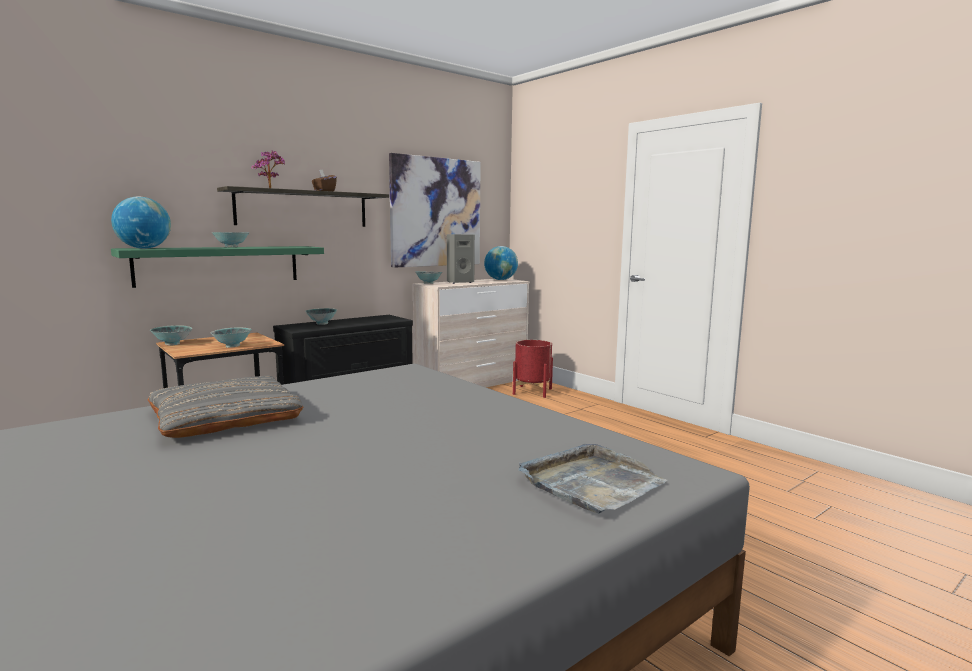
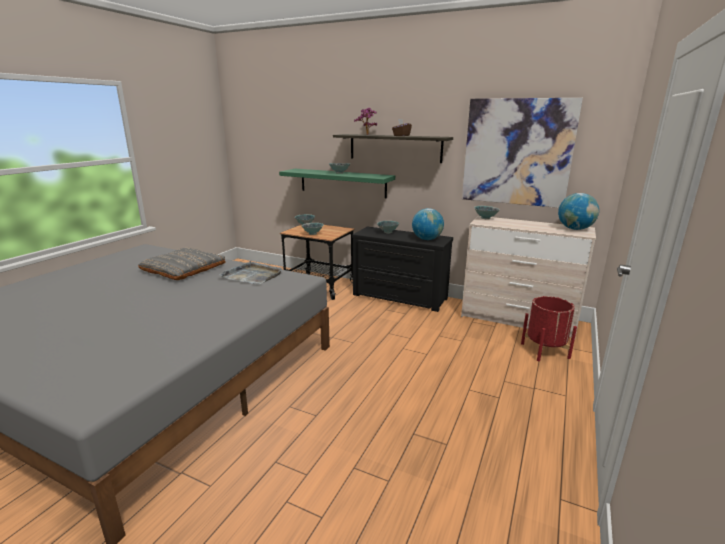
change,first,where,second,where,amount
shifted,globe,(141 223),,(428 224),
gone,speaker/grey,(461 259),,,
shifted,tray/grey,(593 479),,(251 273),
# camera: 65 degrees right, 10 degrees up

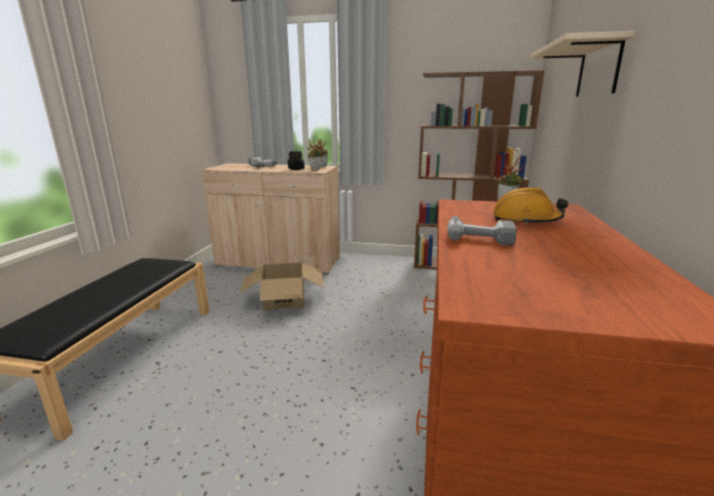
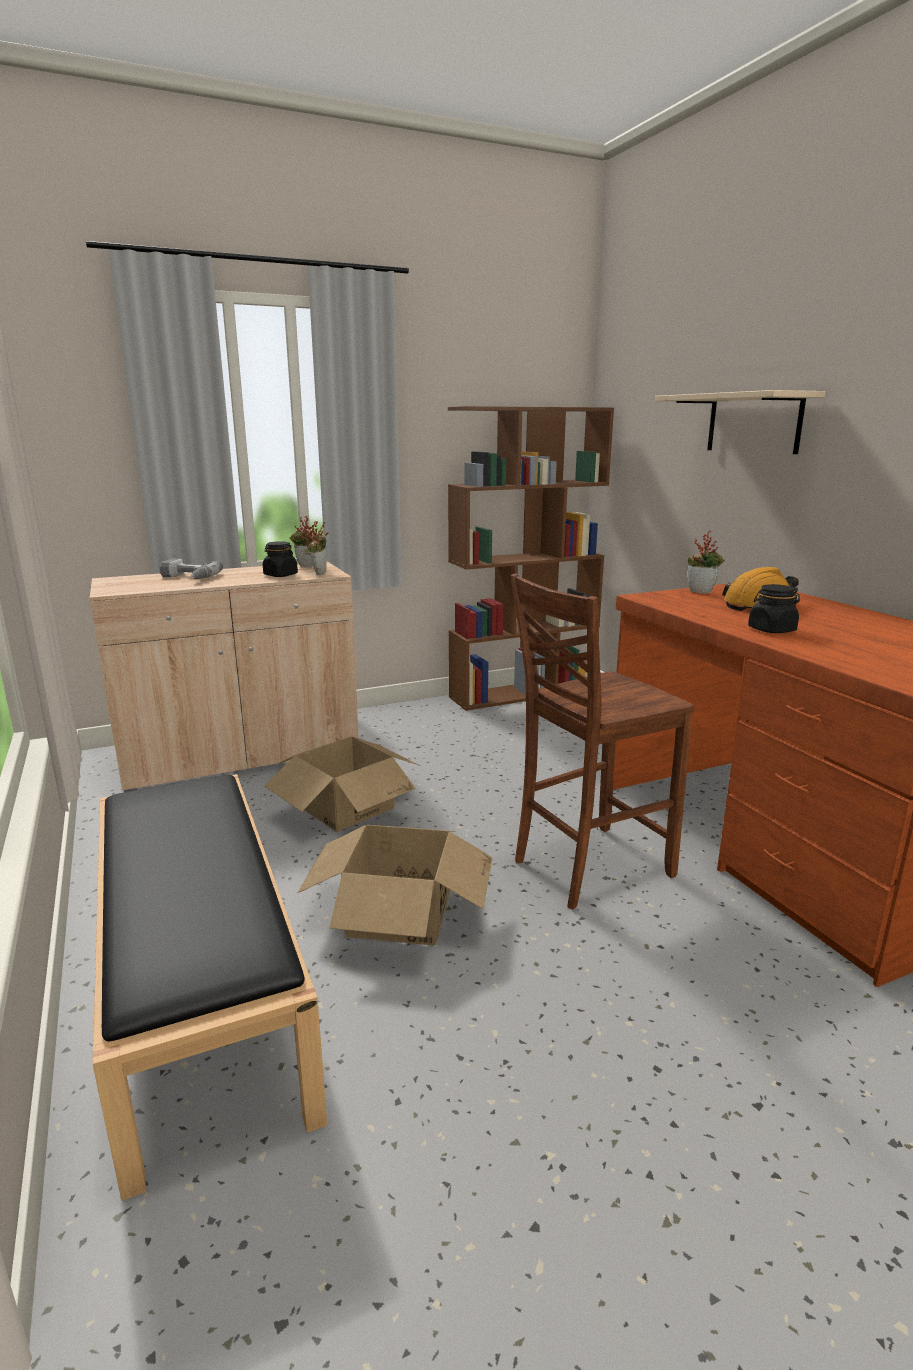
change,first,where,second,where,amount
swapped,power drill,(482 231),jar/black,(773 608),
new,,,cardboard box,(395 885),
new,,,chair/brown,(602 742),
# camera: 35 degrees left, 0 degrees up

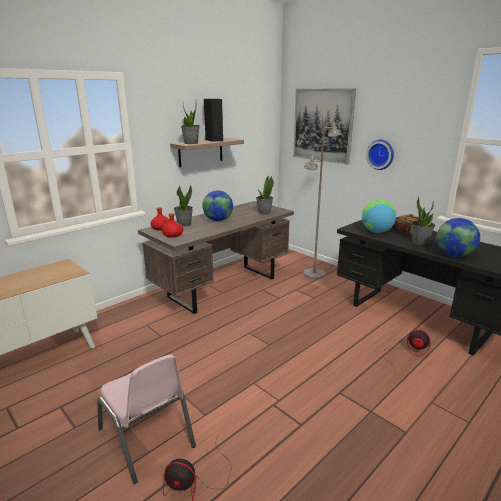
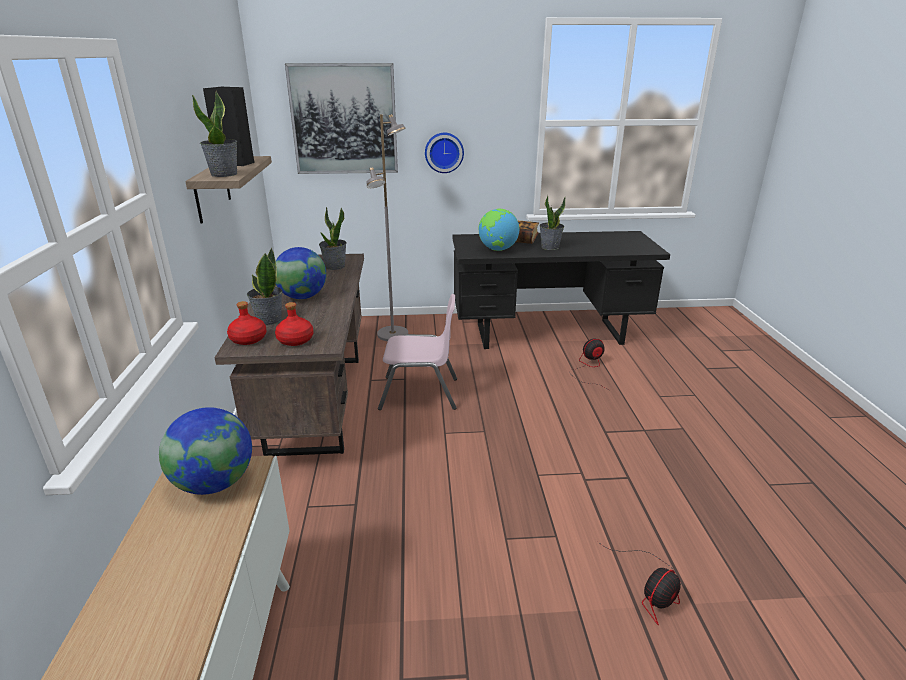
change,first,where,second,where,amount
shifted,chair/pink,(146 419),,(417 352),
shifted,globe,(458 237),,(205 451),
# camera: 50 degrees left, 5 degrees up

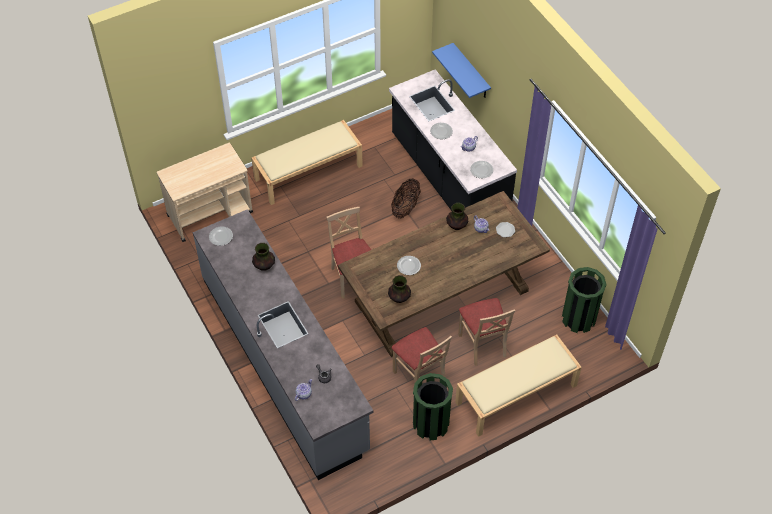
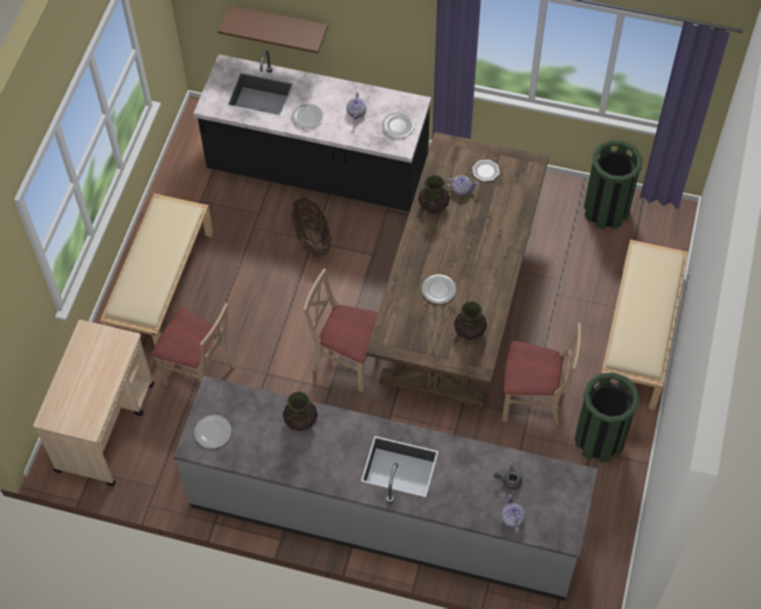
change,first,where,second,where,amount
repainted,shelf/blue,(461 70),shelf/brown,(272 29),
shifted,chair/beige,(486 332),,(194 344),
# camera: 45 degrees left, 5 degrees up

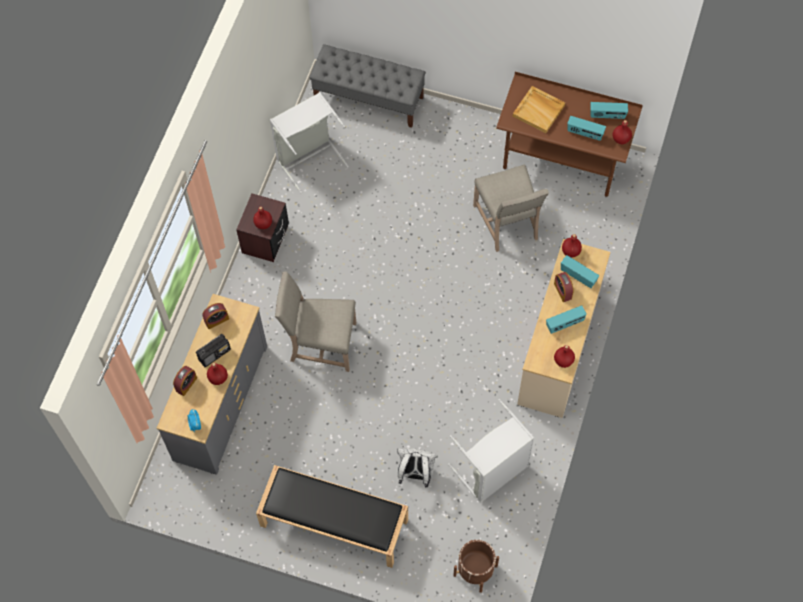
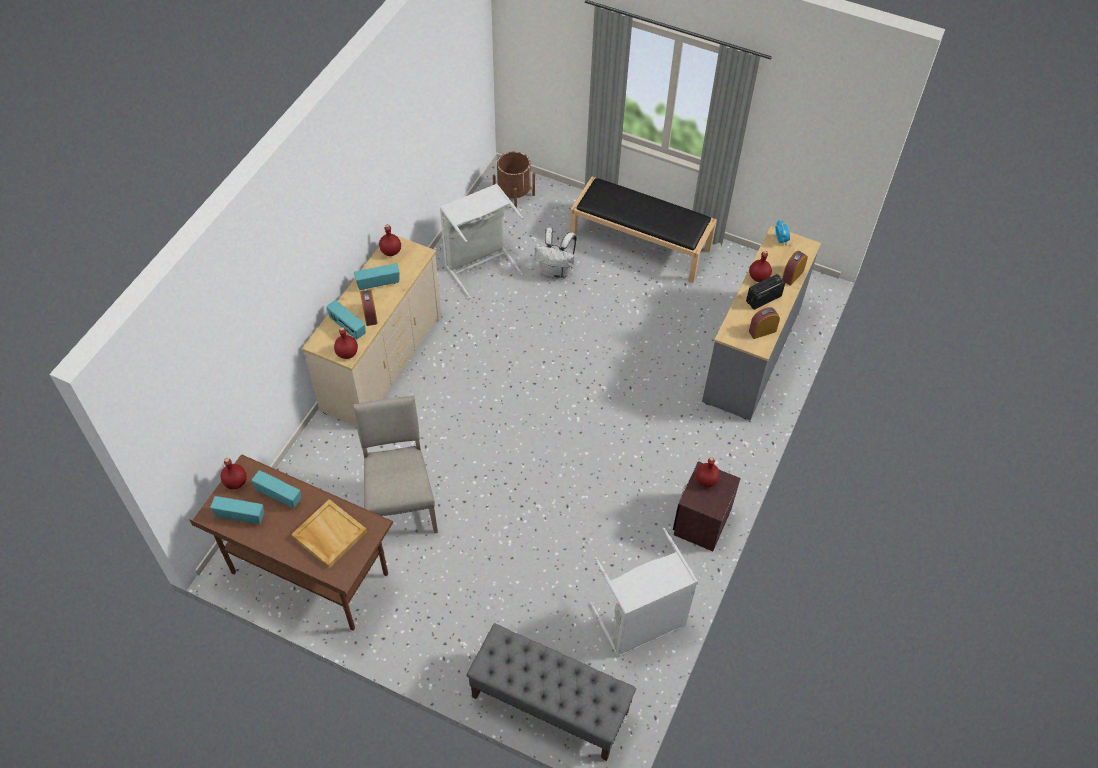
change,first,where,second,where,amount
gone,chair/beige,(315 321),,,
# camera: 175 degrees left, 10 degrees down

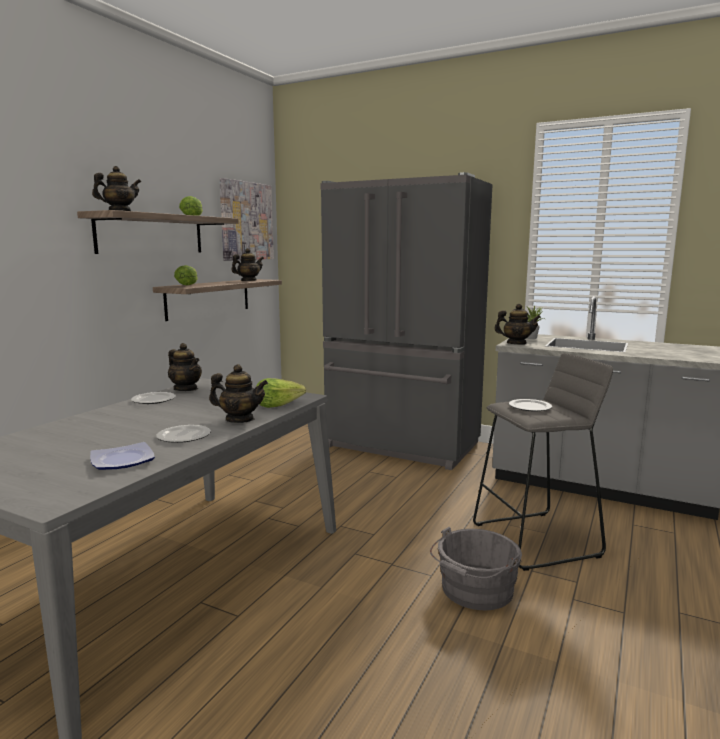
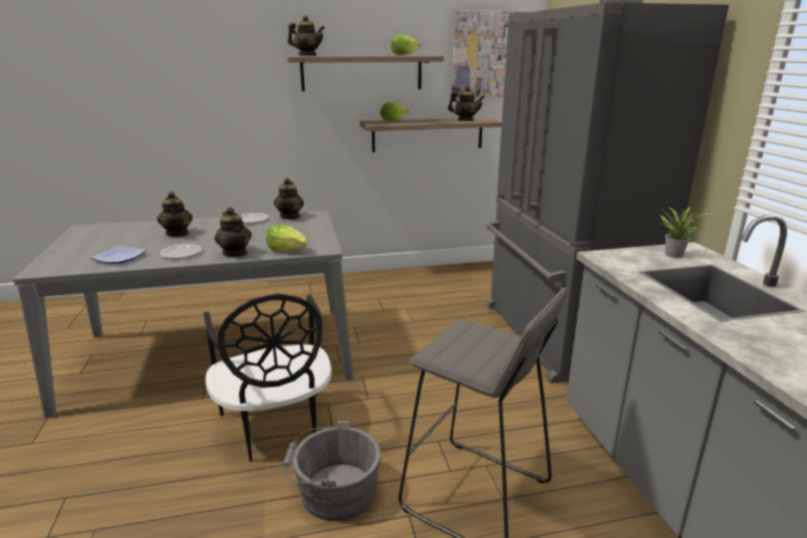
change,first,where,second,where,amount
shifted,teapot,(517 324),,(175 214),
gone,plate,(530 405),,,
new,,,chair/black,(267 377),
# camera: 50 degrees right, 10 degrees up

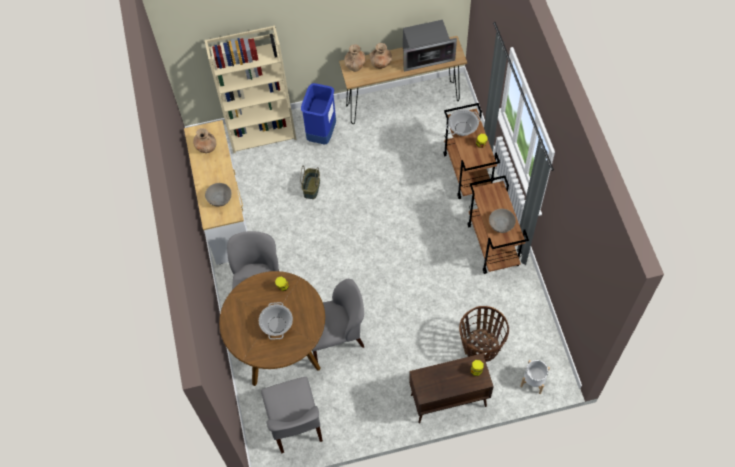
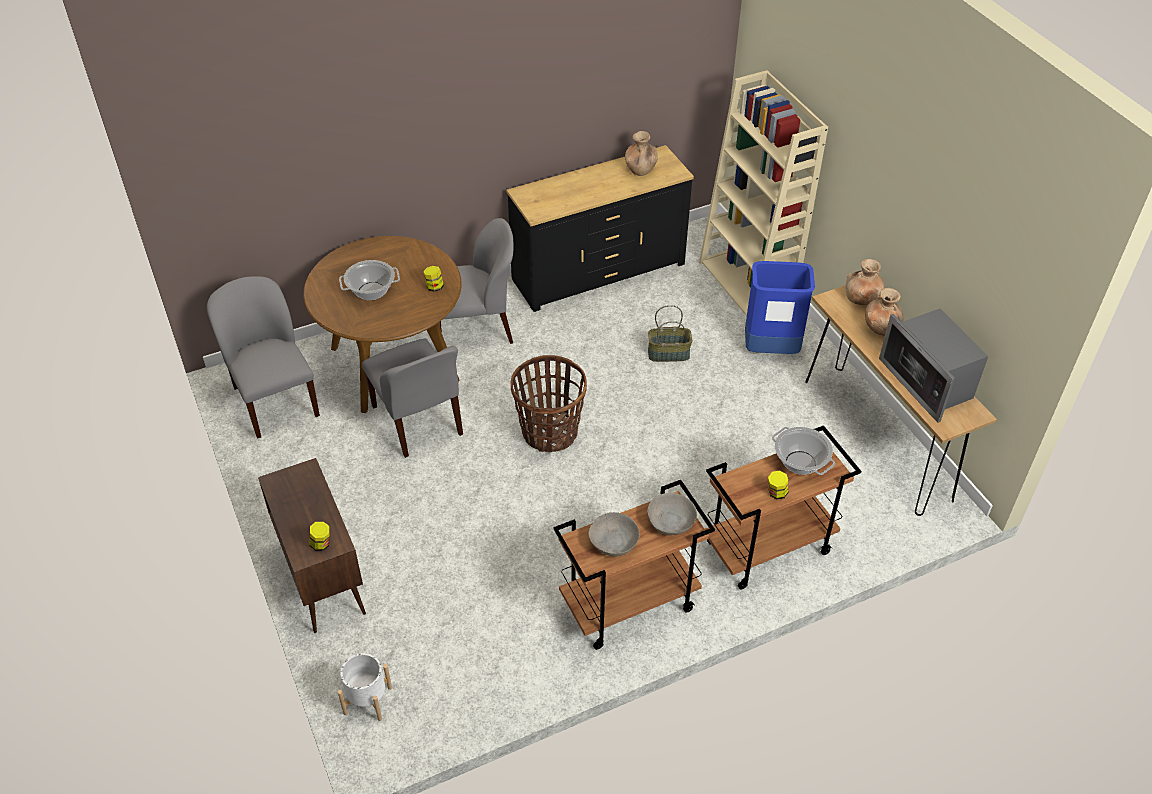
change,first,where,second,where,amount
repainted,dresser/white,(215 192),dresser/black,(600 228),
shifted,bowl/grey,(218 195),,(672 514),
rotated,chair/grey,(292 415),,(263 357),90 degrees clockwise
shifted,basket,(484 334),,(548 404),
# camera: 75 degrees right, 15 degrees down

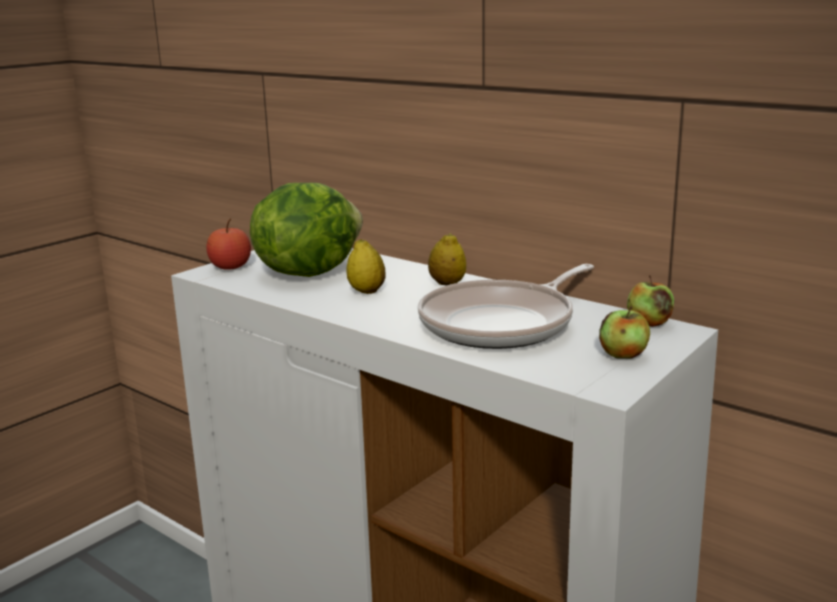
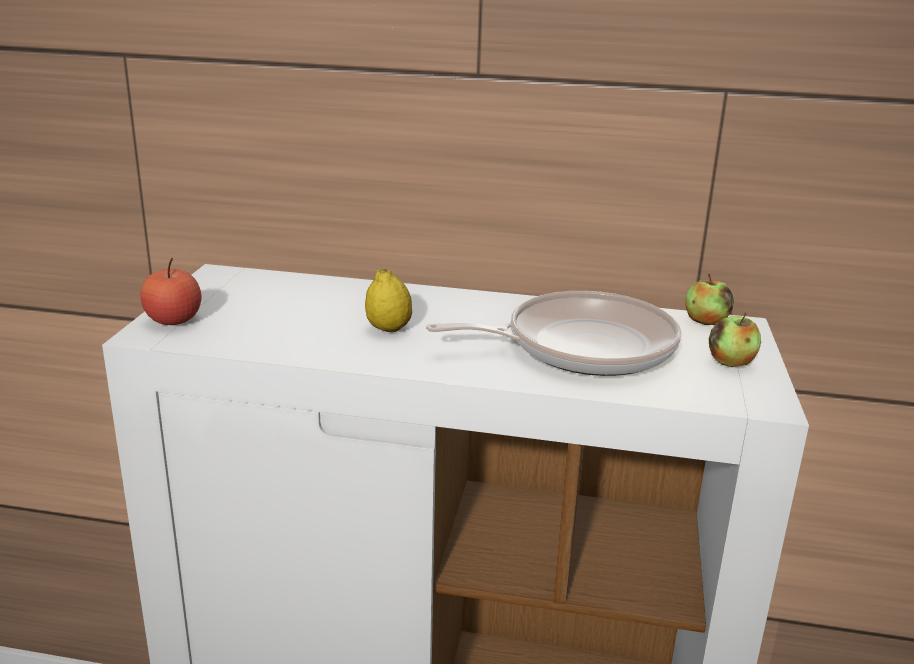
change,first,where,second,where,amount
gone,lettuce,(306 230),,,
rotated,frying pan,(506 306),,(553 333),120 degrees counterclockwise
gone,lemon,(447 259),,,
# camera: 30 degrees left, 5 degrees up

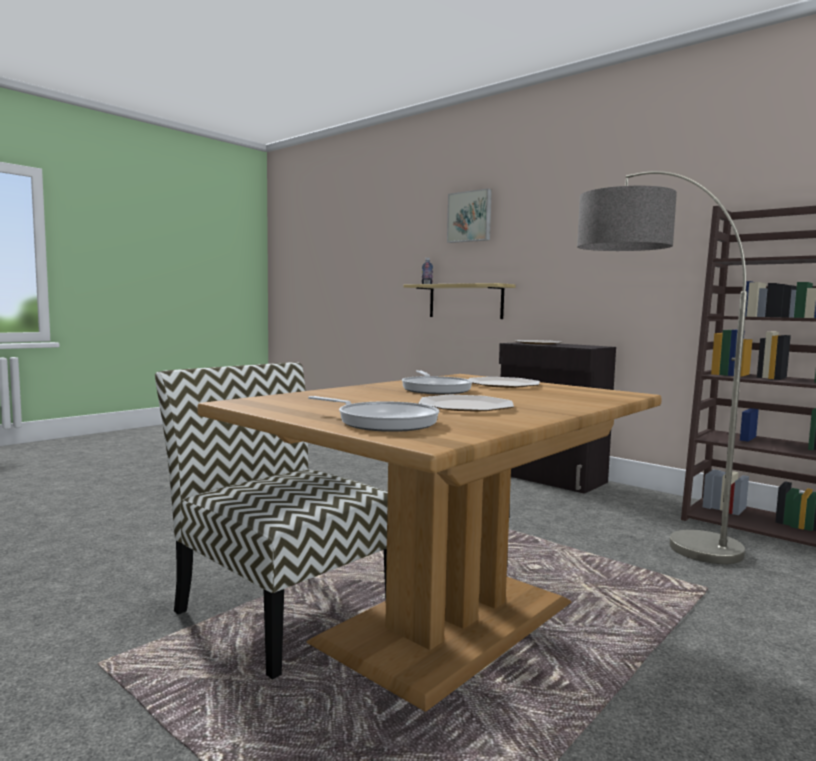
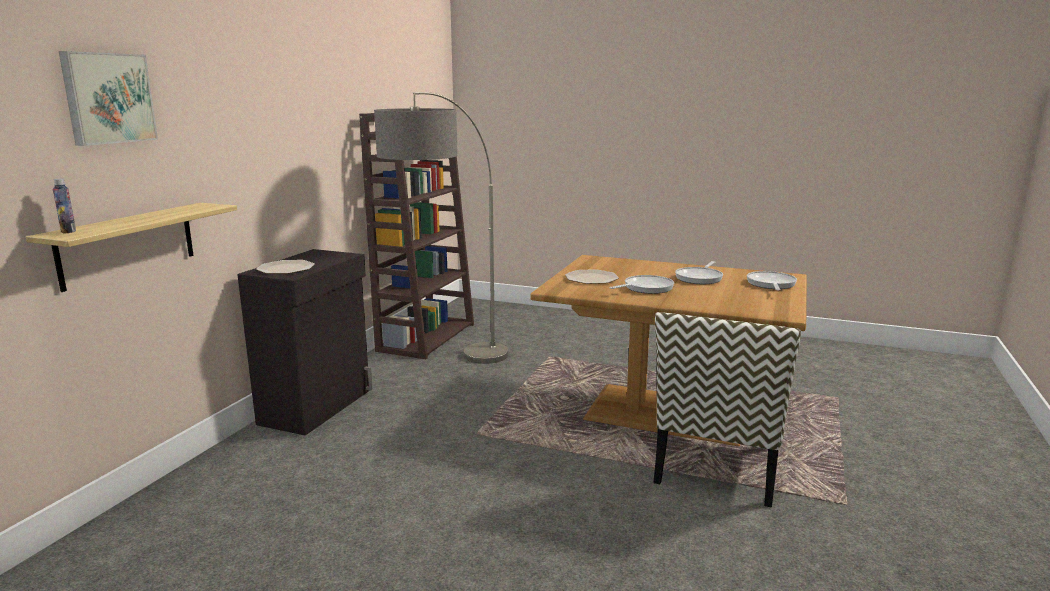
change,first,where,second,where,amount
swapped,plate,(466 403),frying pan,(699 272),
# camera: 110 degrees left, 10 degrees up

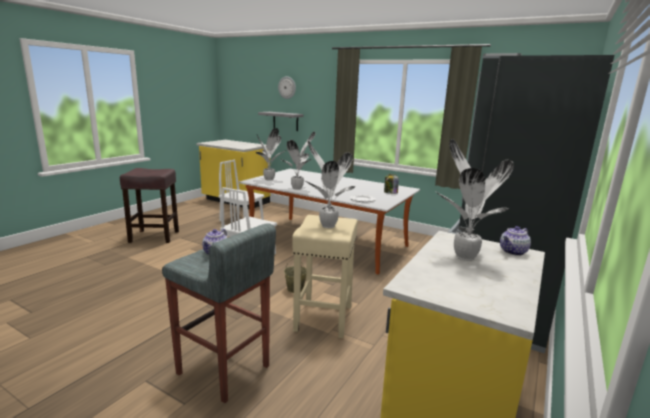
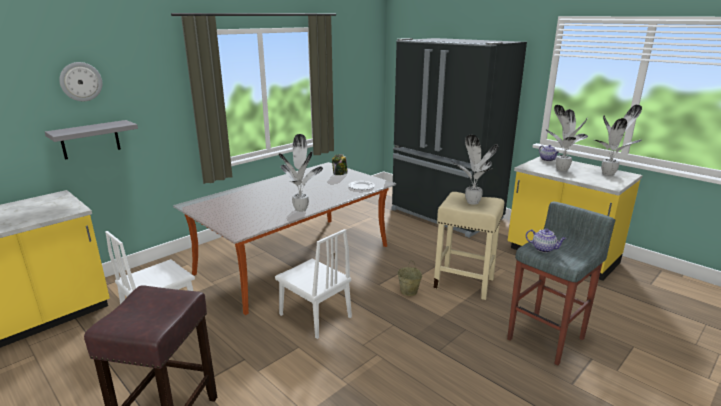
change,first,where,second,where,amount
shifted,potted plant,(270 154),,(618 140),
# camera: 75 degrees left, 5 degrees up

